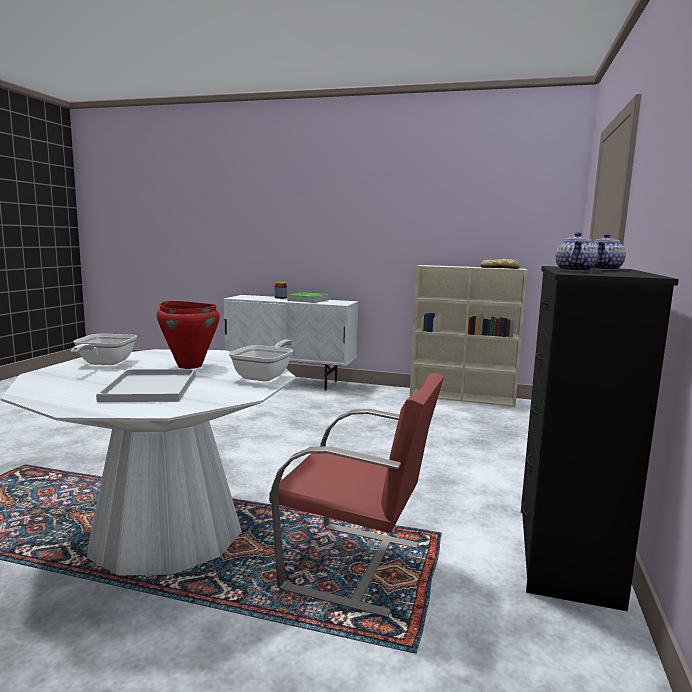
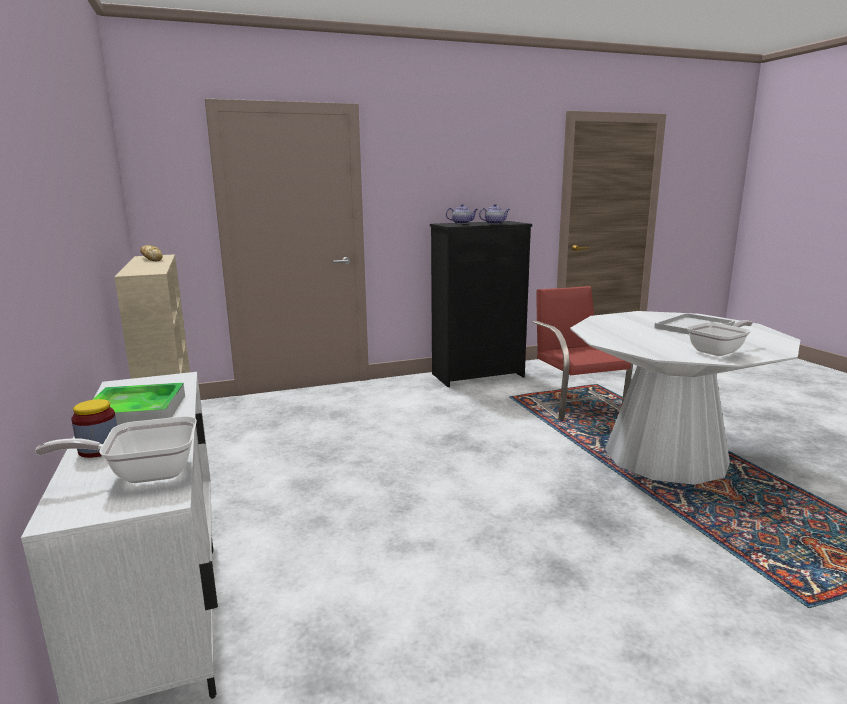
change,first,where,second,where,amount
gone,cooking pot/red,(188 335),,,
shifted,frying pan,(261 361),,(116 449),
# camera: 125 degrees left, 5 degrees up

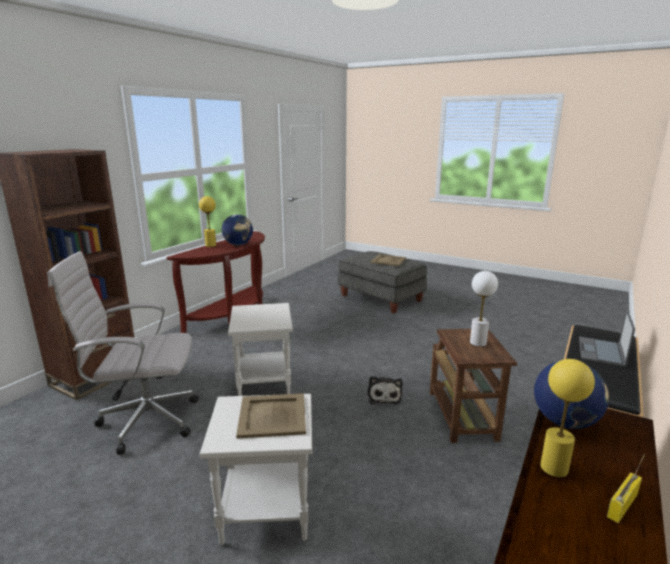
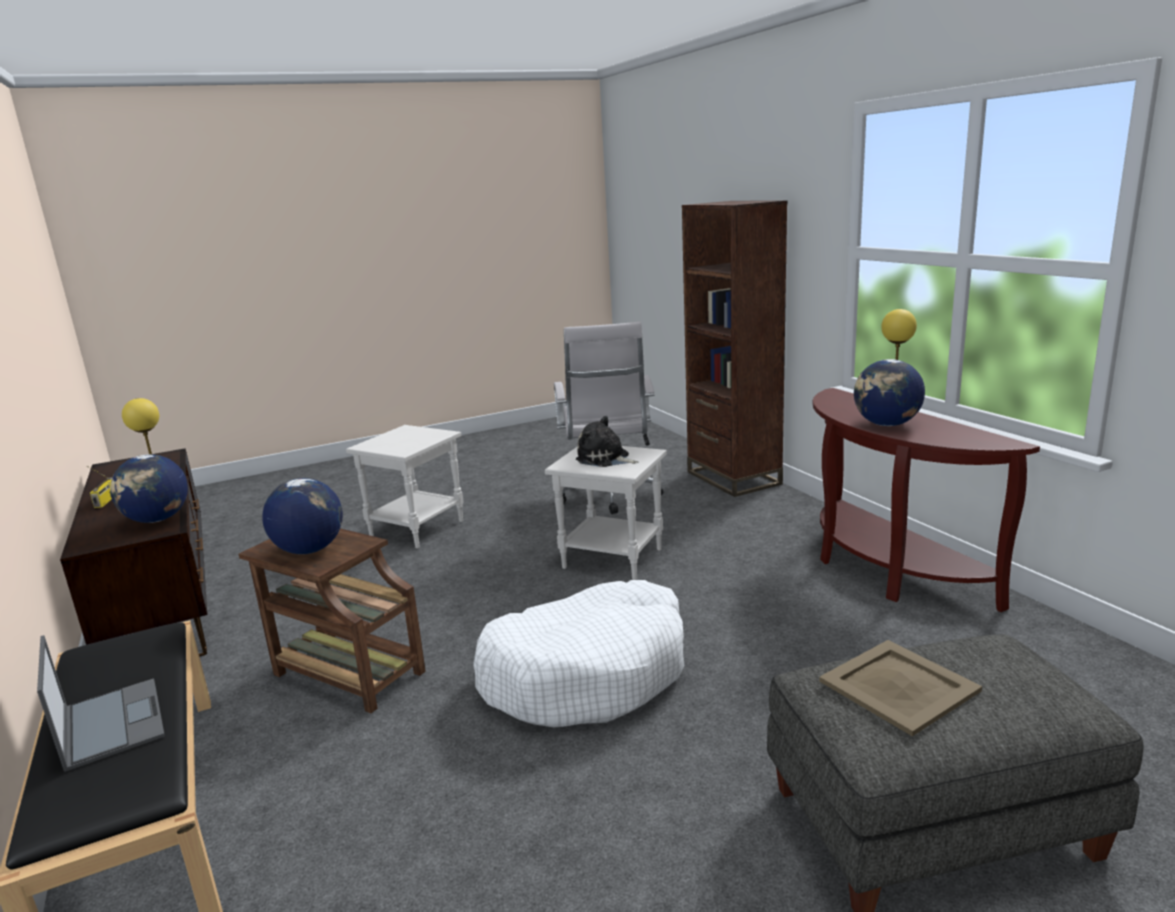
change,first,where,second,where,amount
rotated,office chair/white,(123 353),,(608 418),150 degrees clockwise
gone,tray/beige,(271 416),,,
shifted,plush toy,(385 390),,(607 441),
swapped,table lamp/white,(484 309),globe,(302 516),
new,,,dog bed/white,(578 653),
# camera: 125 degrees right, 0 degrees up

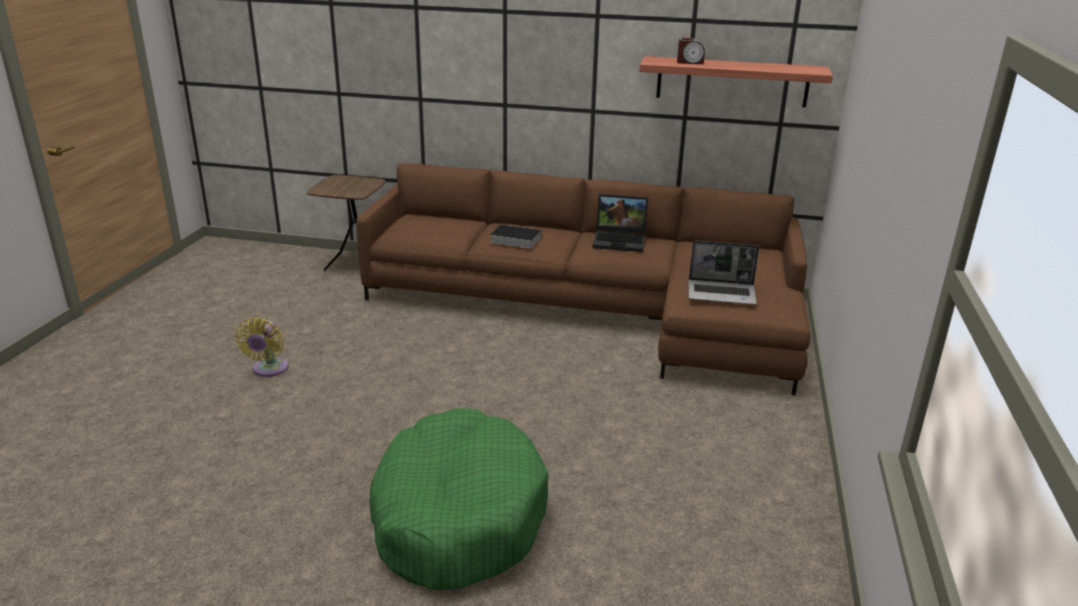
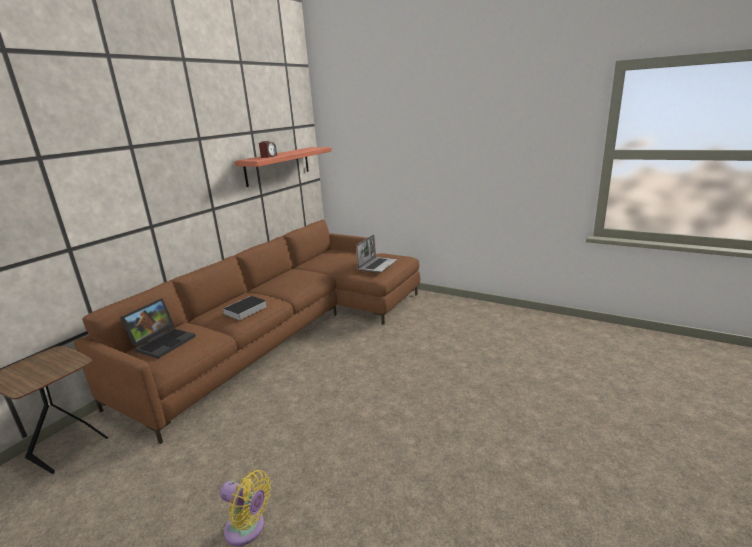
change,first,where,second,where,amount
gone,dog bed/green,(459 499),,,
shifted,laptop,(620 223),,(158 328),
# camera: 70 degrees left, 5 degrees down

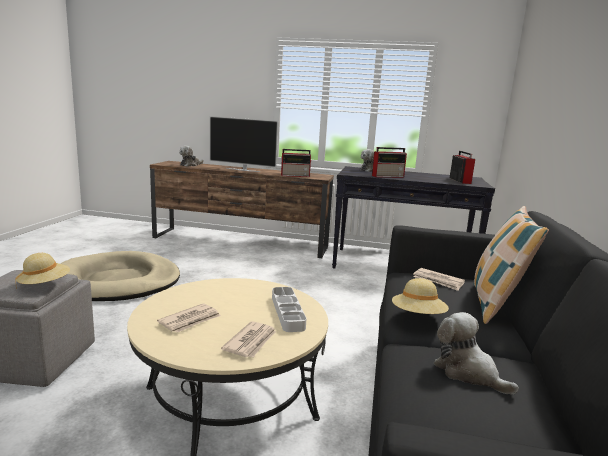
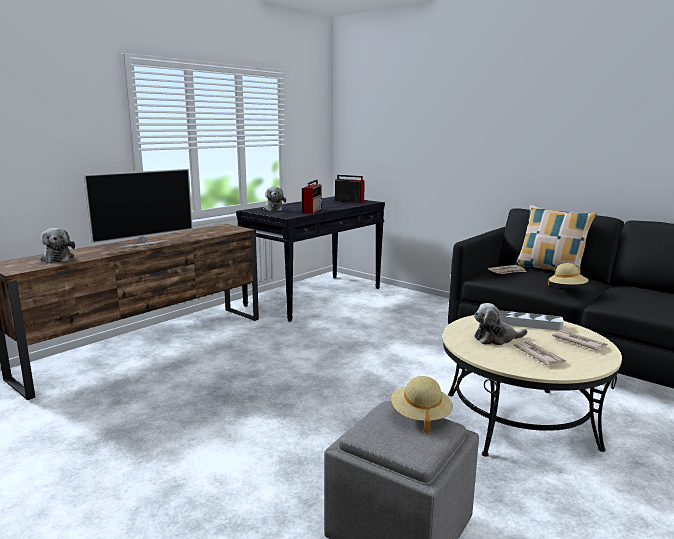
change,first,where,second,where,amount
gone,dog bed/beige,(120 276),,,
gone,radio,(296 163),,,
shifted,plush toy,(476 353),,(500 324),
# camera: 60 degrees left, 0 degrees up

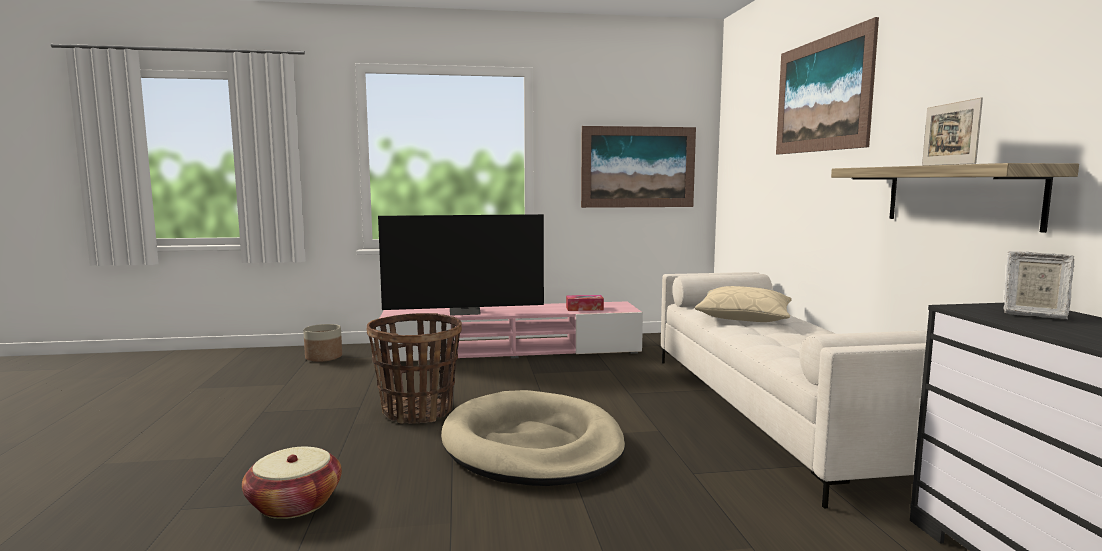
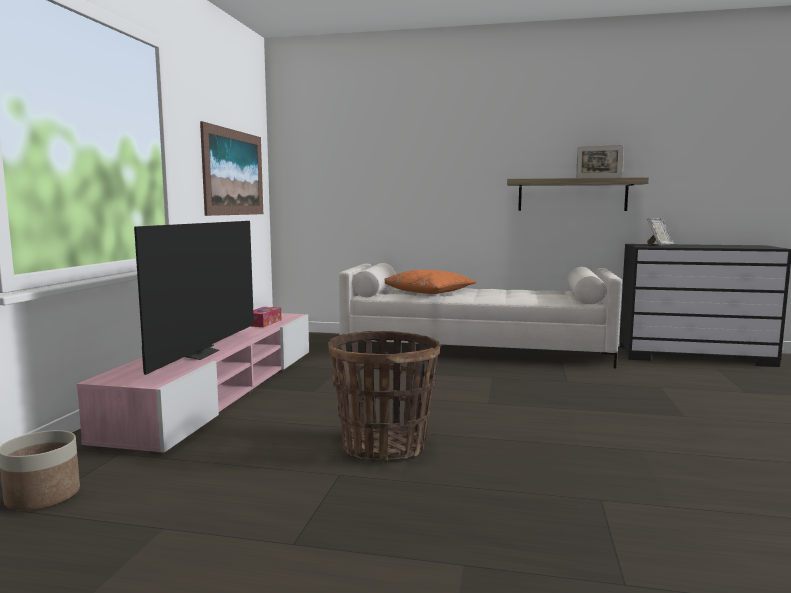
change,first,where,second,where,amount
gone,basket,(292 483),,,
gone,dog bed/beige,(533 438),,,
repainted,pillow/beige,(743 304),pillow/orange,(431 282),
gone,picture,(827 85),,,
# camera: 70 degrees left, 0 degrees up

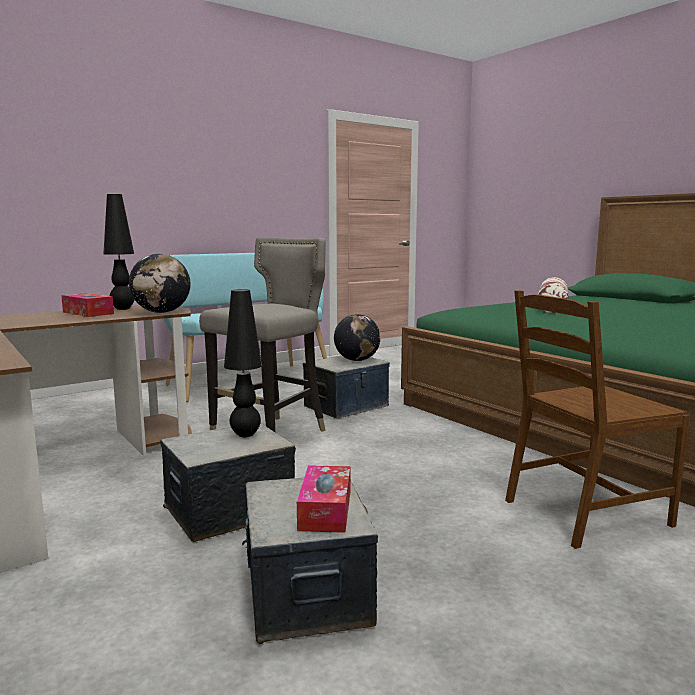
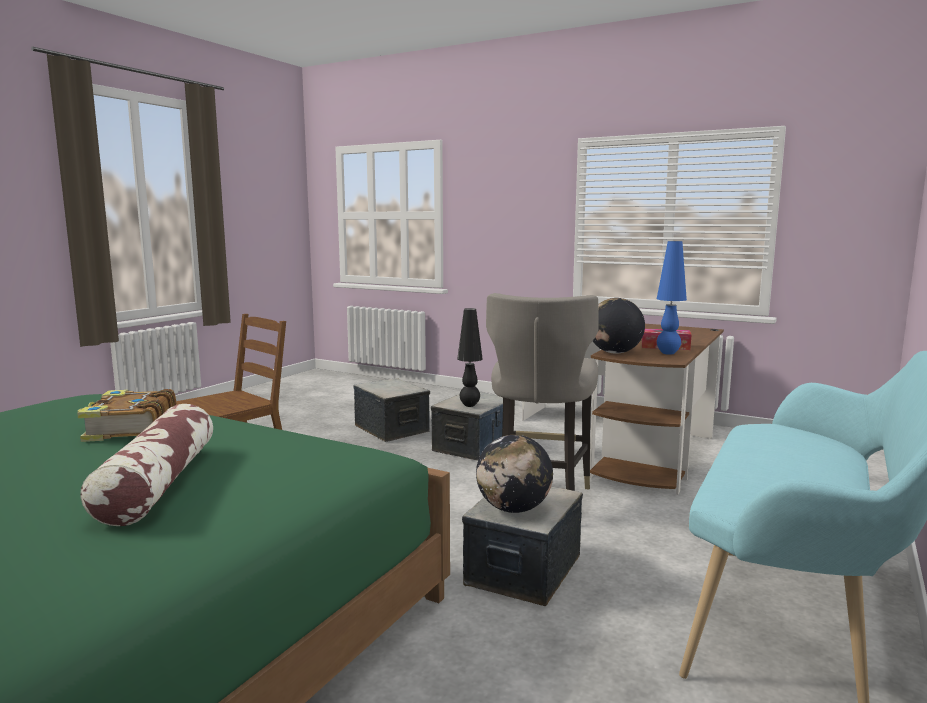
change,first,where,second,where,amount
repainted,table lamp/black,(119 252),table lamp/blue,(672 298),
gone,tissue box,(323 499),,,
new,,,book,(126 415),
# camera: 155 degrees right, 0 degrees up

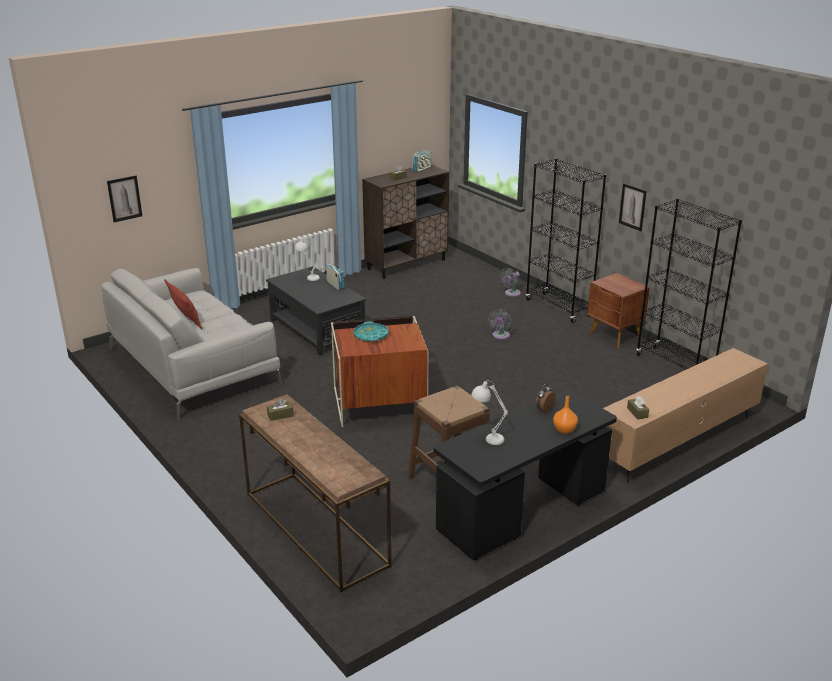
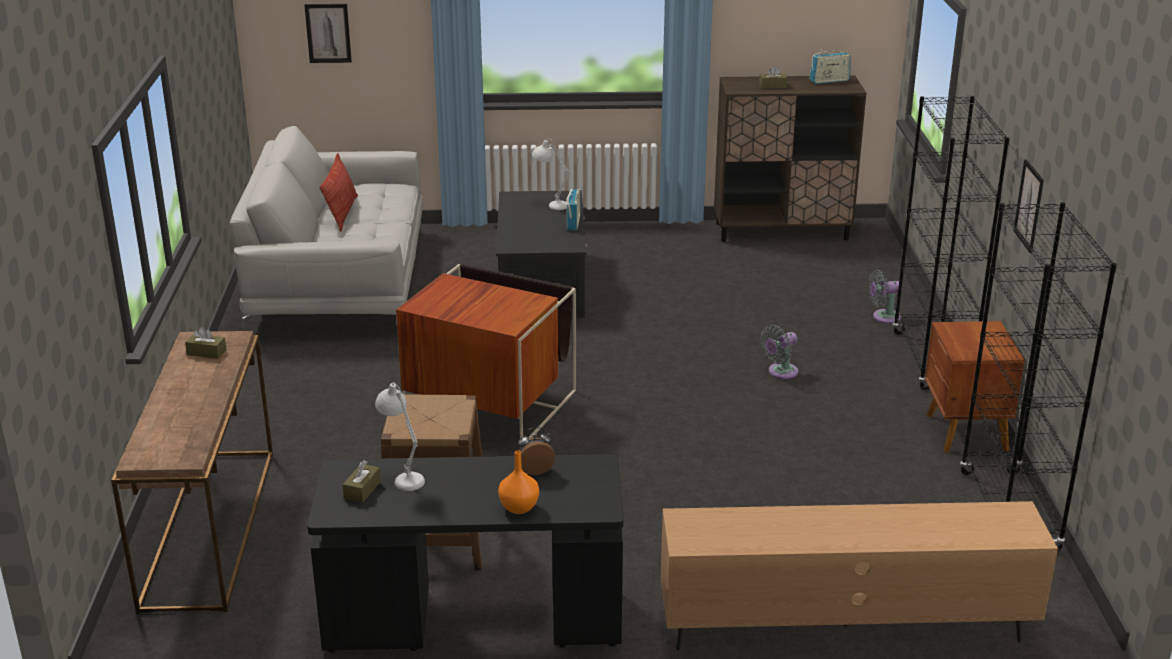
change,first,where,second,where,amount
gone,tray/turquoise,(371 331),,,
shifted,tissue box/brown,(638 408),,(361 481),
# camera: 35 degrees right, 0 degrees up

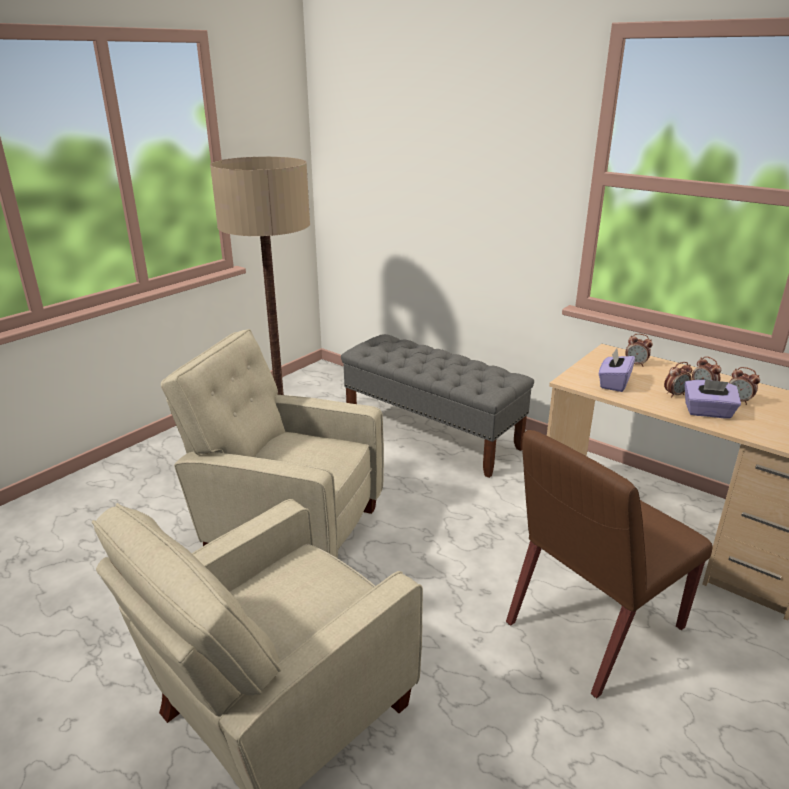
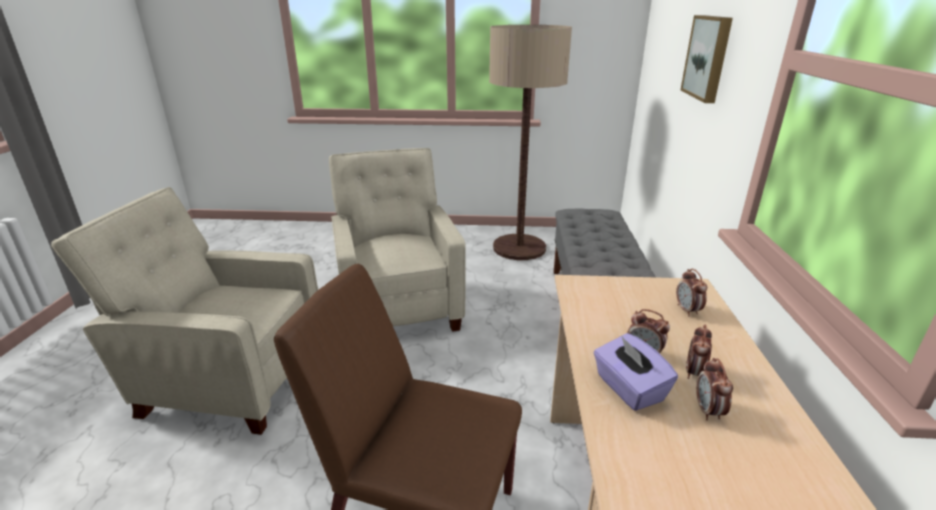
change,first,where,second,where,amount
gone,tissue box/purple,(617 370),,,
new,,,picture,(707 59),
# camera: 55 degrees right, 0 degrees up

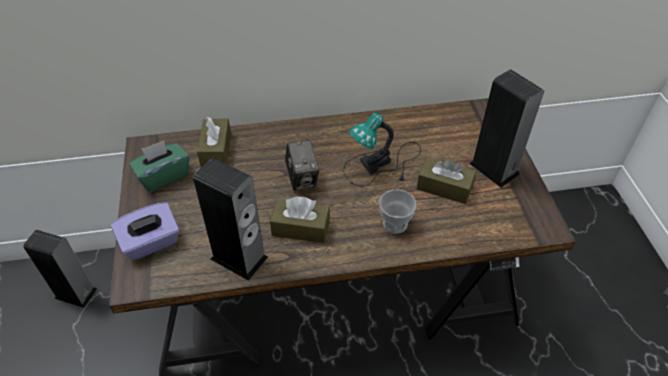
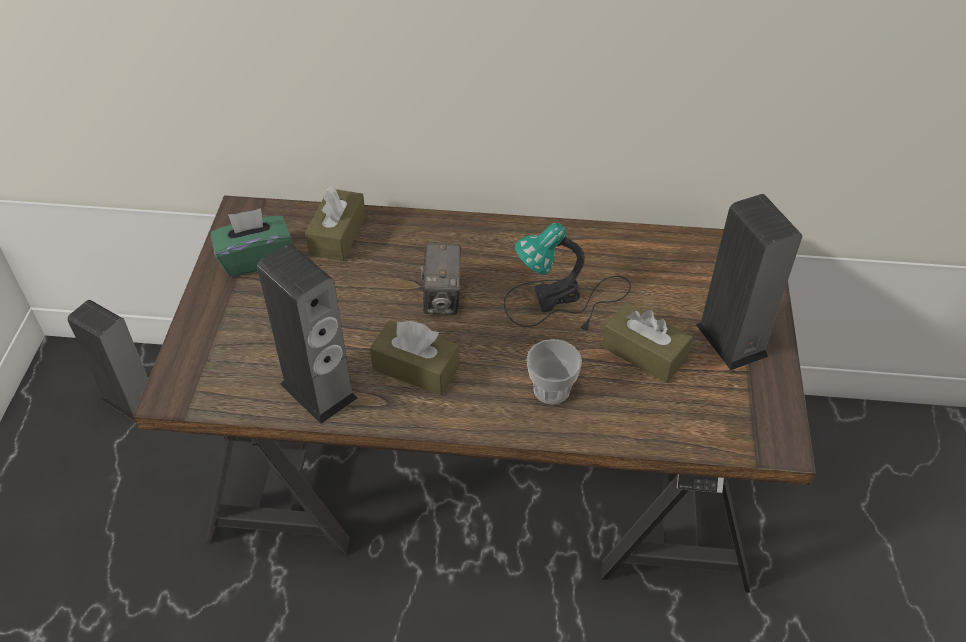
change,first,where,second,where,amount
gone,tissue box/purple,(145 231),,,
# camera: 15 degrees right, 0 degrees up

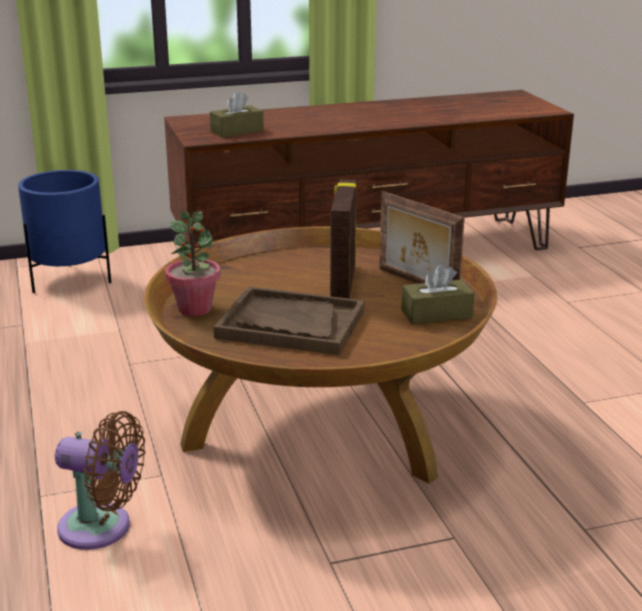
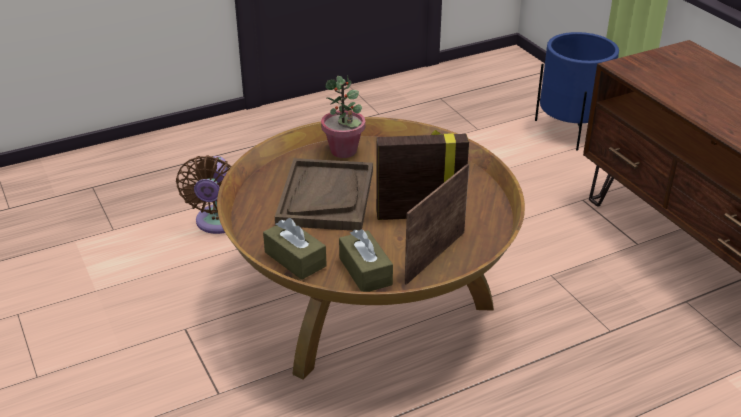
change,first,where,second,where,amount
shifted,tissue box/brown,(237 114),,(295 249),
# camera: 80 degrees right, 10 degrees up

